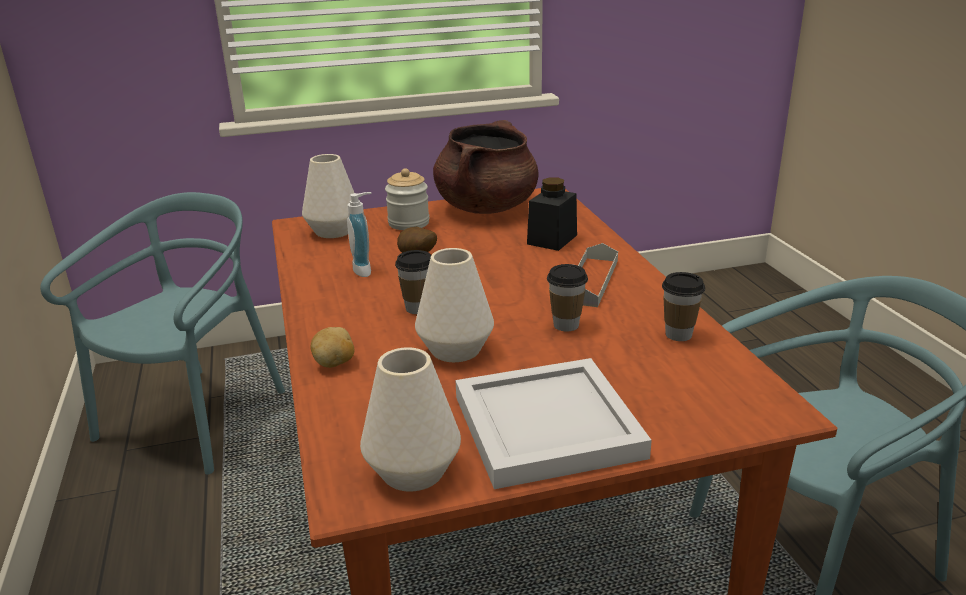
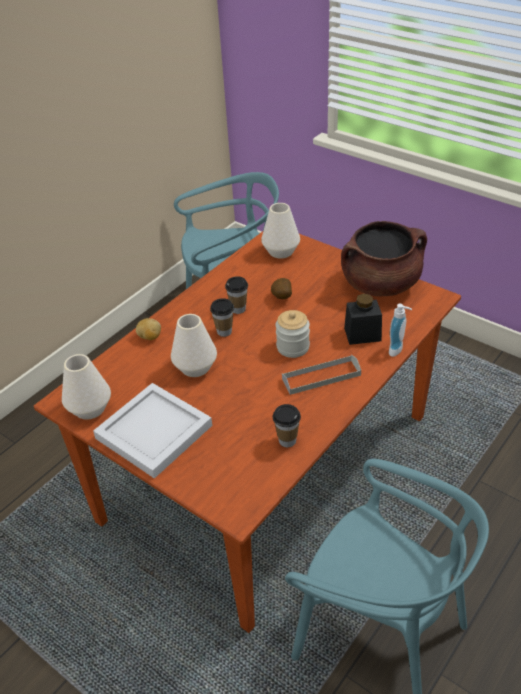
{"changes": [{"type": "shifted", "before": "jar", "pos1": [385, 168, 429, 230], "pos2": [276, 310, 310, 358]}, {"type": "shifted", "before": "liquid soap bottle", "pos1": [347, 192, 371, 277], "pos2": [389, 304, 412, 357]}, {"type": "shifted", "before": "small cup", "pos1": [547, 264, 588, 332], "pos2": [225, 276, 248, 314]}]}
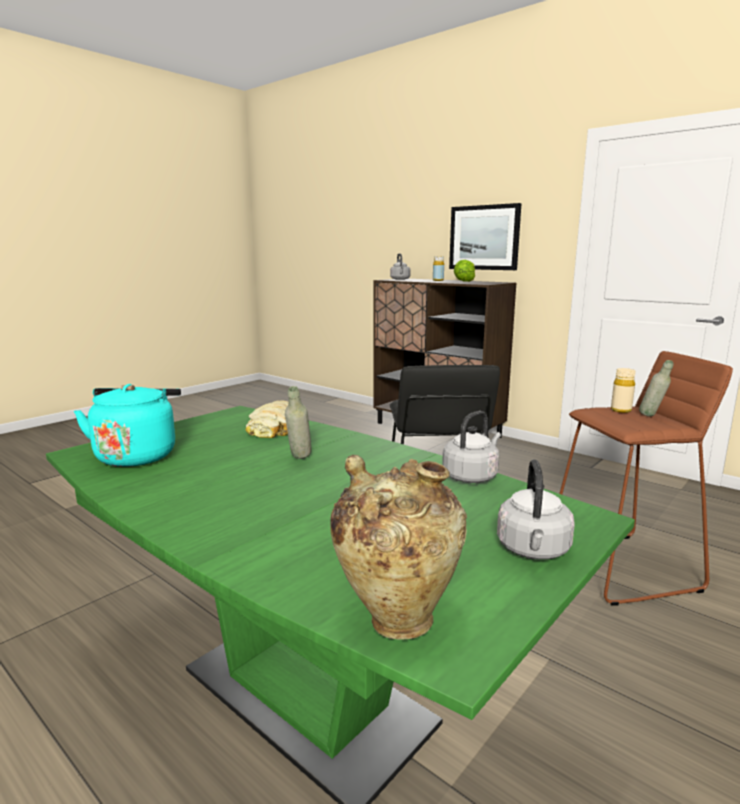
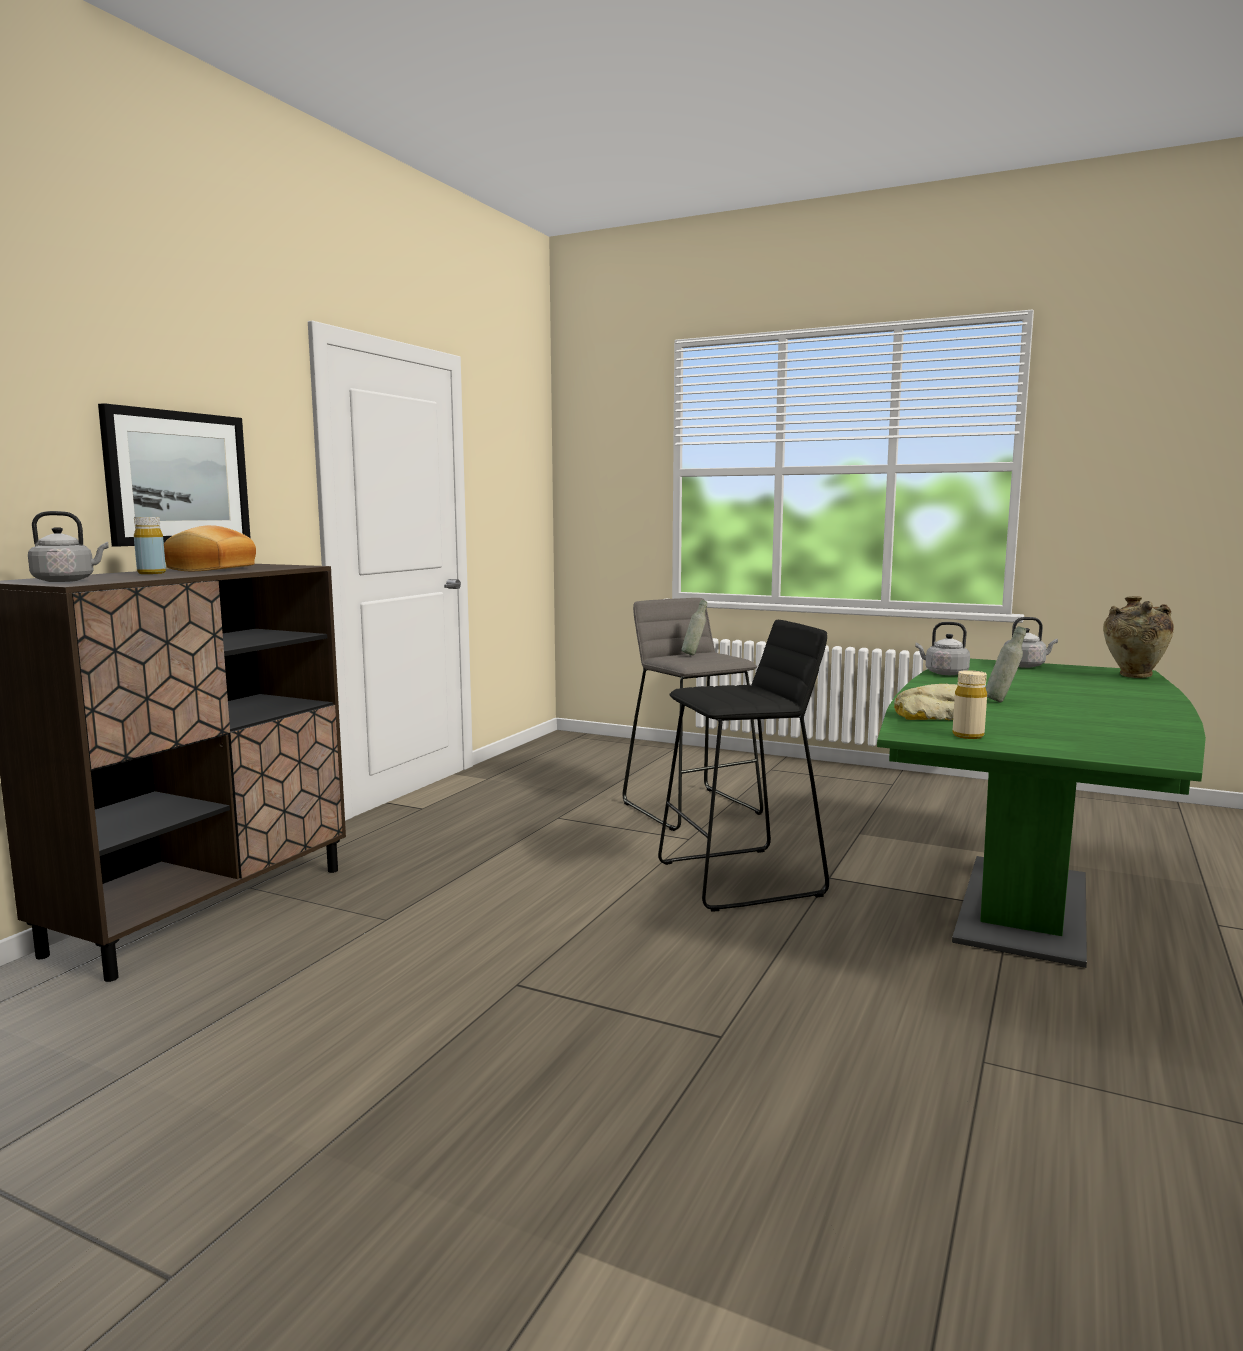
{"changes": [{"type": "swapped", "before": "lettuce", "after": "baked bread", "pos1": [454, 260, 475, 282], "pos2": [164, 525, 256, 571]}, {"type": "repainted", "before": "stool seat (brownish)", "after": "stool seat (grey)", "pos1": [559, 351, 733, 606], "pos2": [623, 598, 763, 831]}, {"type": "shifted", "before": "beverage bottle (sand-coloured)", "pos1": [611, 368, 636, 413], "pos2": [953, 670, 987, 739]}, {"type": "gone", "before": "water kettle (turquoise-coloured)", "pos1": [74, 384, 181, 467]}]}
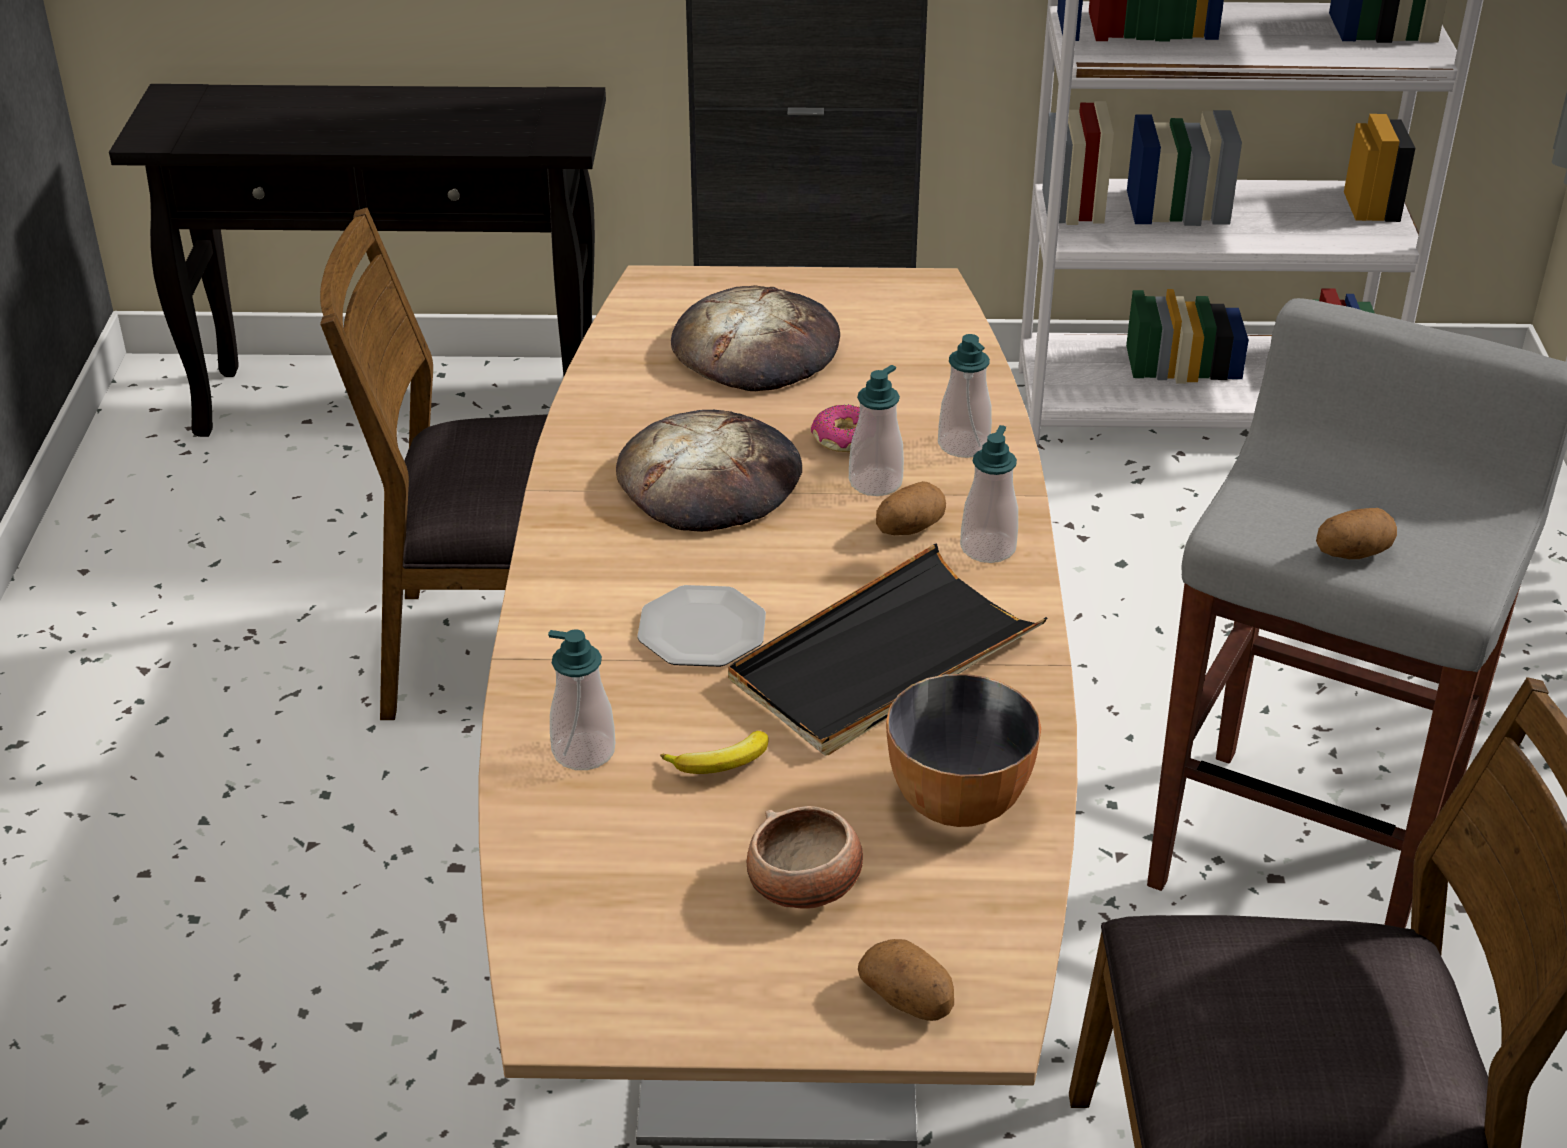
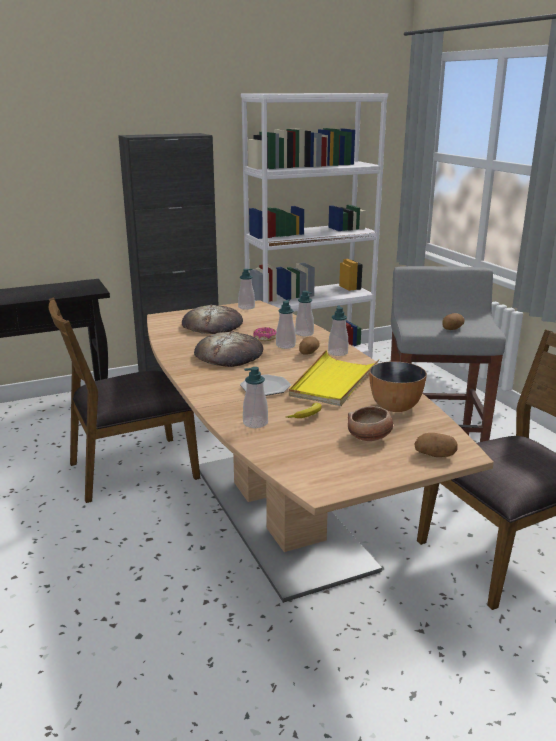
{"changes": [{"type": "repainted", "before": "carrying tray (black)", "after": "carrying tray (yellow-coloured)", "pos1": [728, 543, 1047, 756], "pos2": [289, 350, 380, 406]}, {"type": "new", "after": "liquid soap bottle", "pos2": [238, 269, 255, 310]}]}
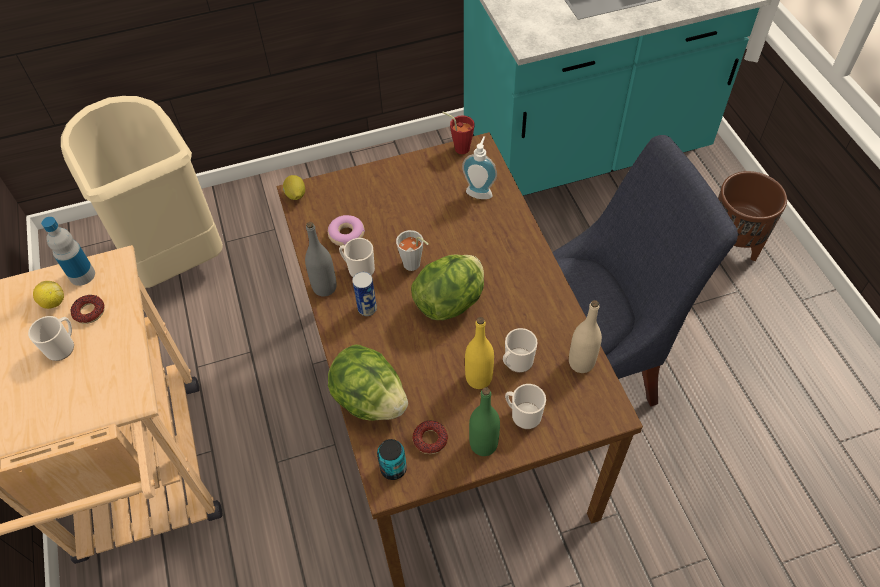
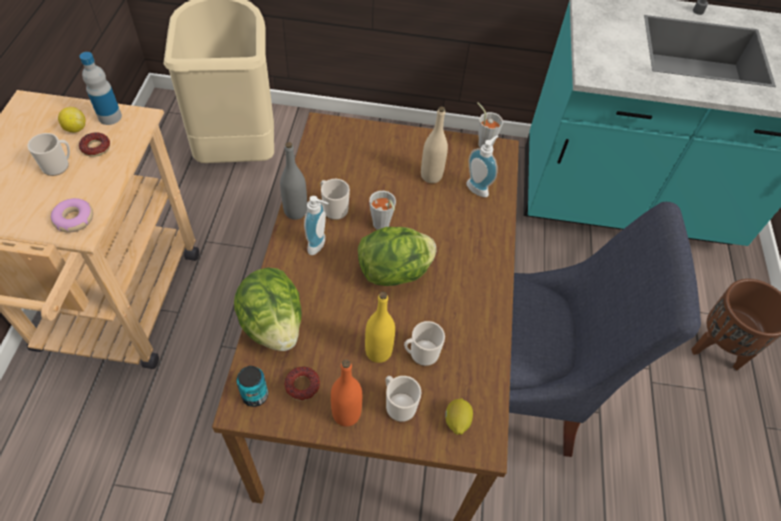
{"changes": [{"type": "repainted", "before": "small cup (red)", "after": "small cup (grey)", "pos1": [442, 112, 475, 154], "pos2": [477, 102, 503, 148]}, {"type": "shifted", "before": "whole lemon", "pos1": [283, 175, 305, 200], "pos2": [445, 398, 473, 435]}, {"type": "shifted", "before": "ring doughnut", "pos1": [328, 215, 365, 246], "pos2": [51, 198, 93, 232]}, {"type": "swapped", "before": "metal can", "after": "liquid soap bottle", "pos1": [352, 272, 377, 316], "pos2": [304, 196, 329, 255]}, {"type": "shifted", "before": "beverage bottle (sand-coloured)", "pos1": [569, 300, 602, 373], "pos2": [421, 106, 448, 183]}, {"type": "repainted", "before": "beverage bottle (green)", "after": "beverage bottle (orangey)", "pos1": [469, 387, 500, 456], "pos2": [331, 359, 362, 426]}]}
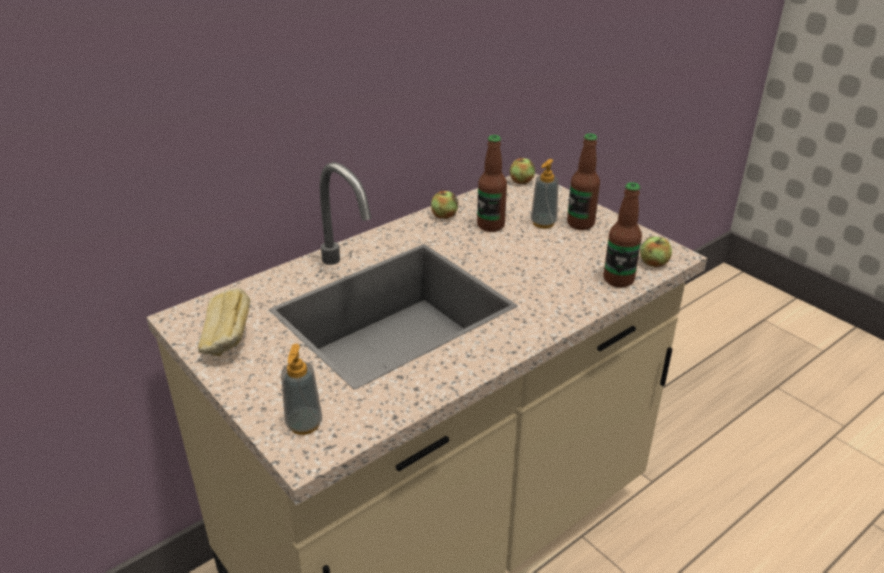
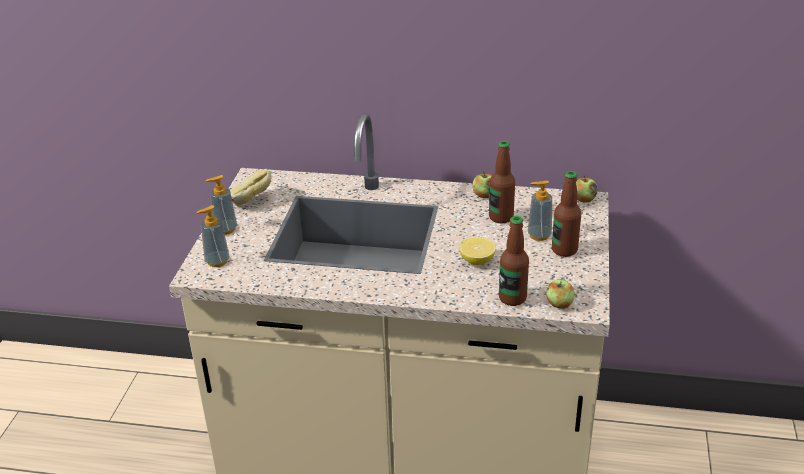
{"changes": [{"type": "new", "after": "liquid soap bottle", "pos2": [206, 175, 237, 235]}, {"type": "new", "after": "whole lemon", "pos2": [459, 237, 496, 265]}]}
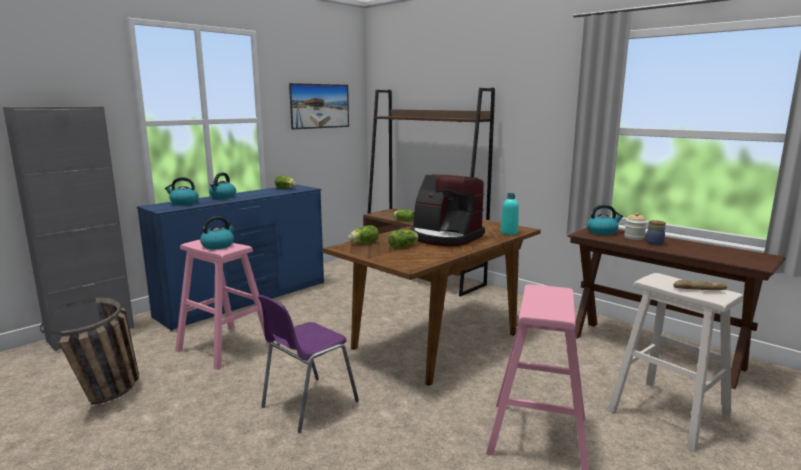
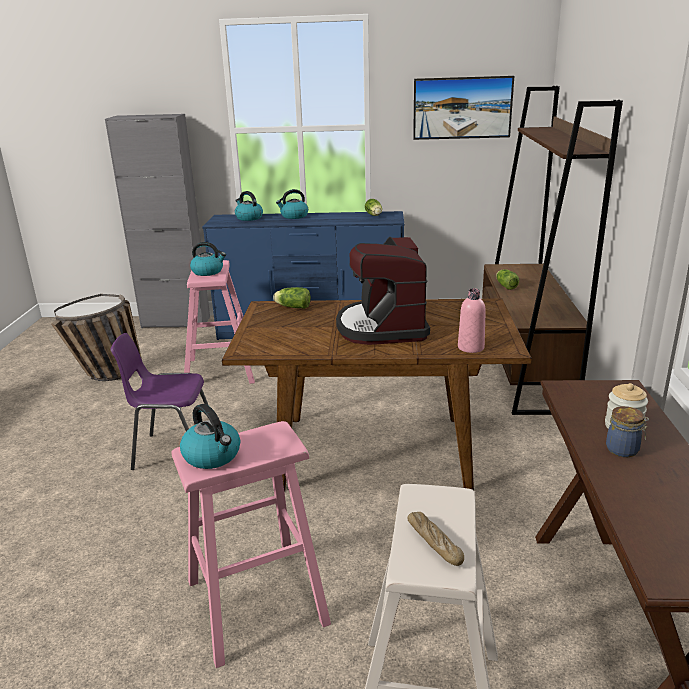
{"changes": [{"type": "repainted", "before": "beverage bottle (turquoise-coloured)", "after": "beverage bottle (pink)", "pos1": [501, 193, 519, 235], "pos2": [458, 289, 486, 353]}, {"type": "shifted", "before": "water kettle", "pos1": [587, 204, 623, 235], "pos2": [180, 404, 240, 469]}, {"type": "gone", "before": "lettuce", "pos1": [389, 230, 419, 249]}]}
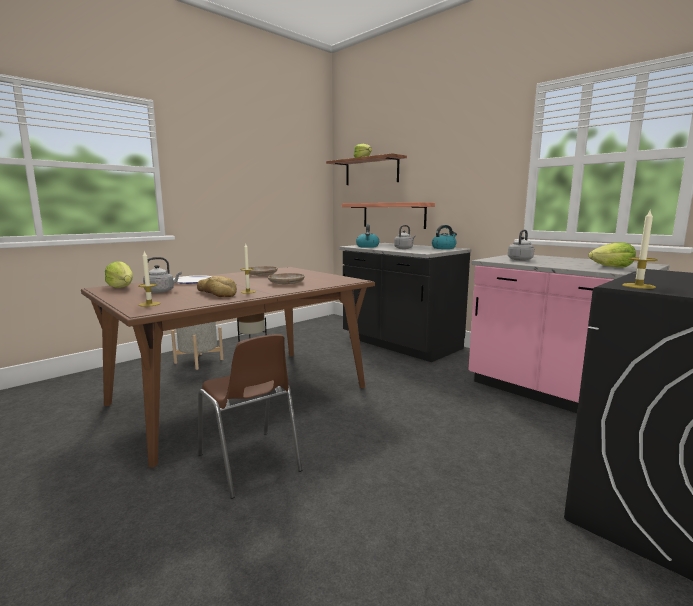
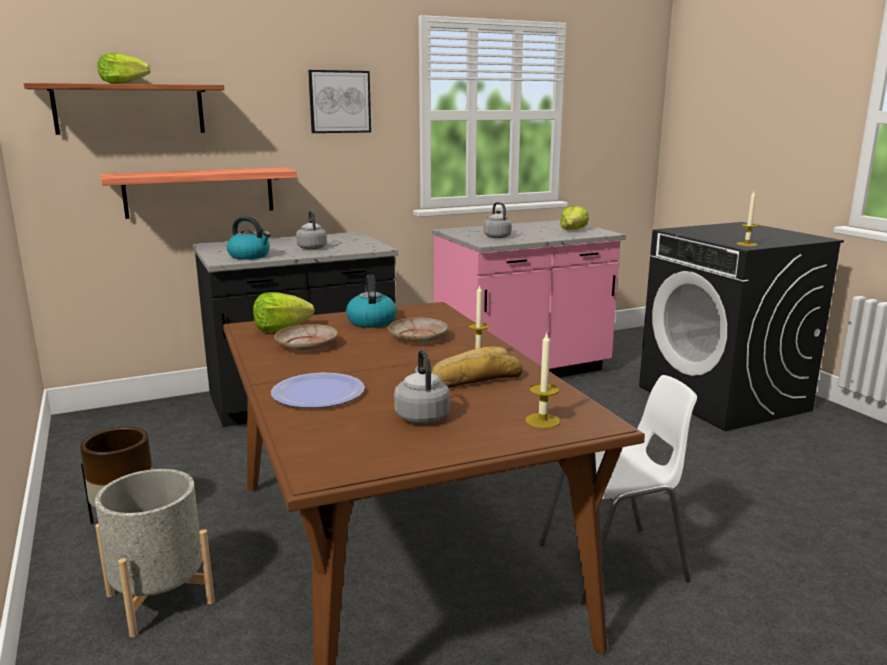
{"changes": [{"type": "shifted", "before": "water kettle", "pos1": [432, 225, 457, 249], "pos2": [346, 275, 397, 328]}, {"type": "shifted", "before": "lettuce", "pos1": [105, 261, 133, 288], "pos2": [253, 292, 315, 332]}, {"type": "repainted", "before": "plain chair (brownish)", "after": "plain chair (whitish)", "pos1": [198, 334, 302, 499], "pos2": [539, 375, 697, 605]}, {"type": "new", "after": "wall art", "pos2": [308, 70, 371, 133]}]}
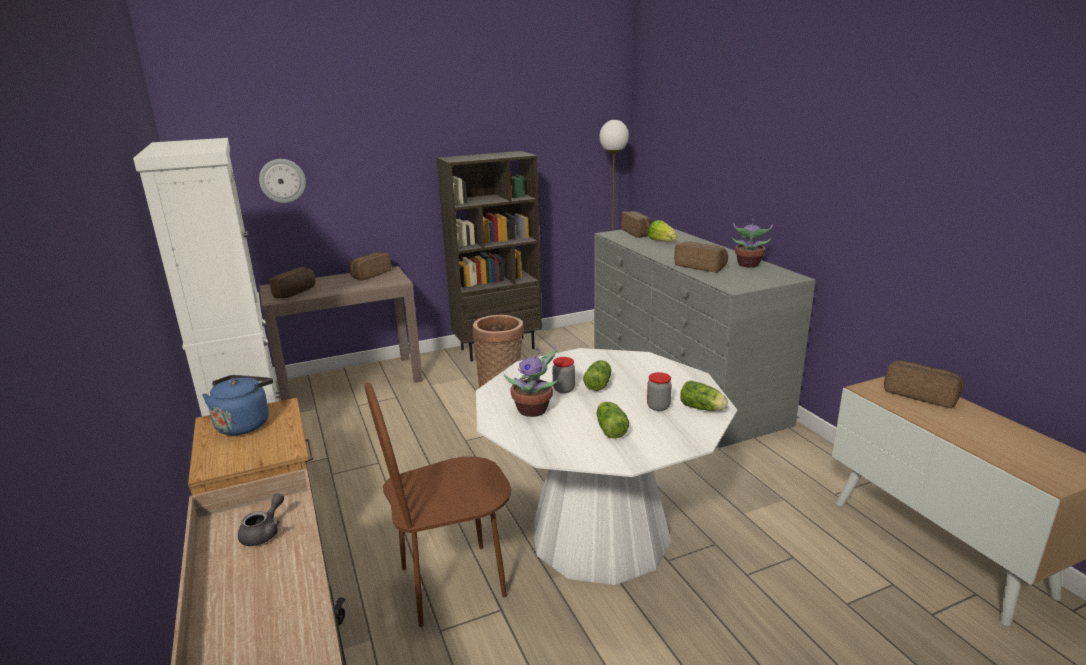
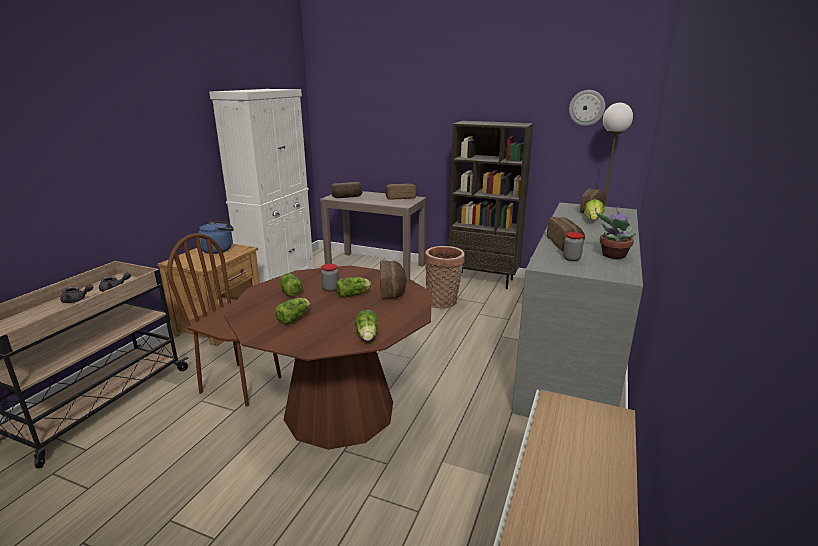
{"changes": [{"type": "shifted", "before": "clock on the wall", "pos1": [259, 159, 306, 203], "pos2": [569, 90, 605, 126]}, {"type": "swapped", "before": "houseplant", "after": "lettuce", "pos1": [504, 344, 558, 417], "pos2": [280, 273, 303, 297]}, {"type": "repainted", "before": "dining table (whitish)", "after": "dining table (brownish)", "pos1": [476, 348, 737, 585], "pos2": [223, 265, 432, 450]}, {"type": "shifted", "before": "baked bread", "pos1": [884, 360, 964, 408], "pos2": [380, 260, 407, 299]}, {"type": "shifted", "before": "jar", "pos1": [647, 372, 672, 411], "pos2": [563, 232, 584, 261]}, {"type": "new", "after": "teapot (grey)", "pos2": [60, 284, 94, 303]}]}
